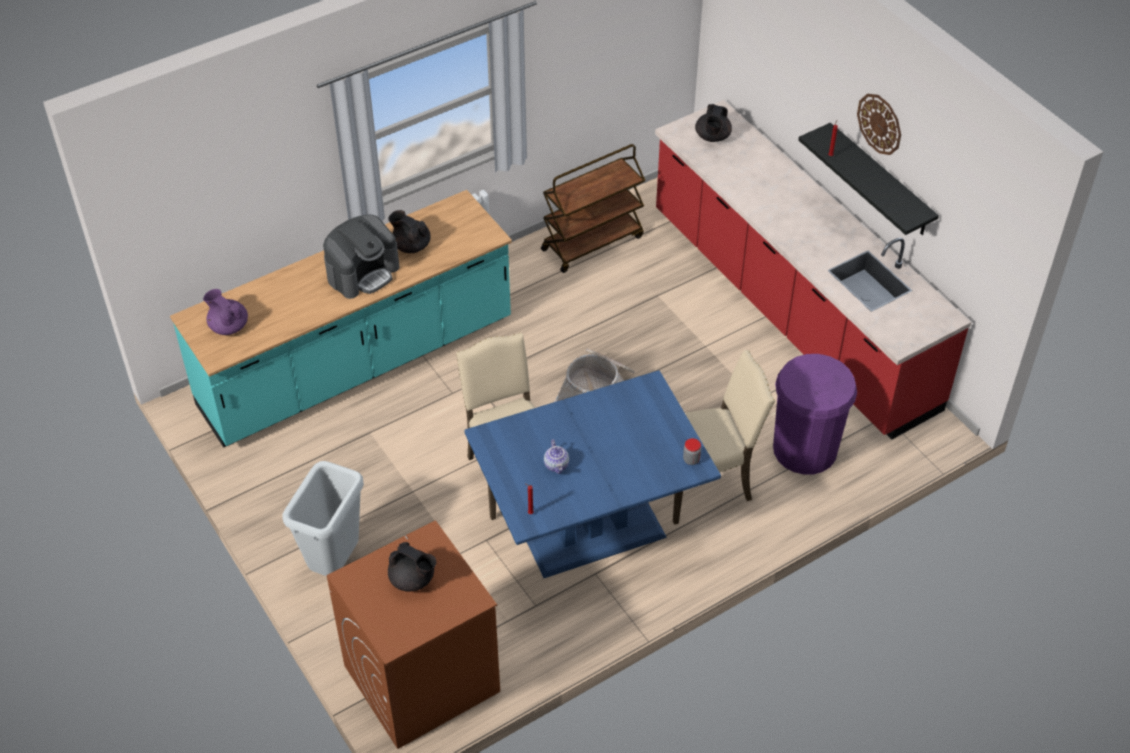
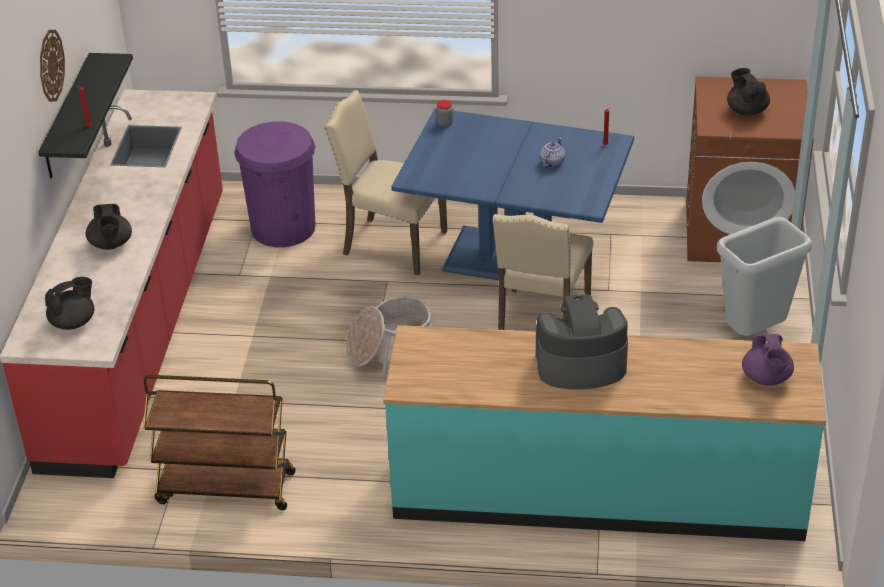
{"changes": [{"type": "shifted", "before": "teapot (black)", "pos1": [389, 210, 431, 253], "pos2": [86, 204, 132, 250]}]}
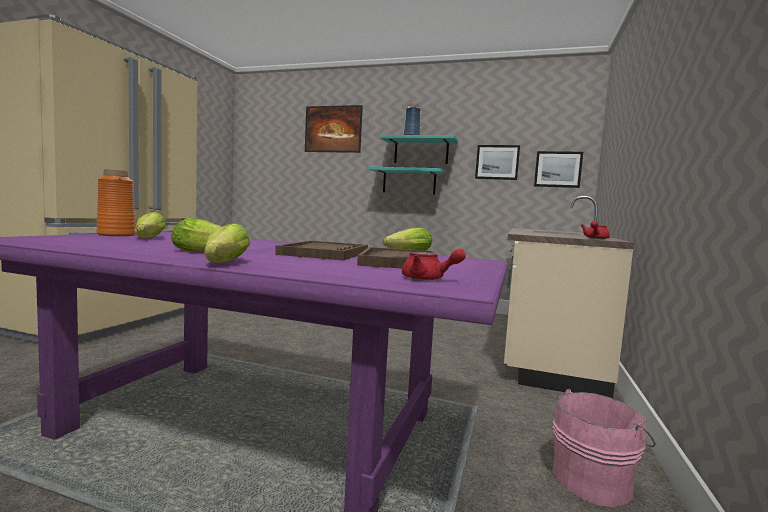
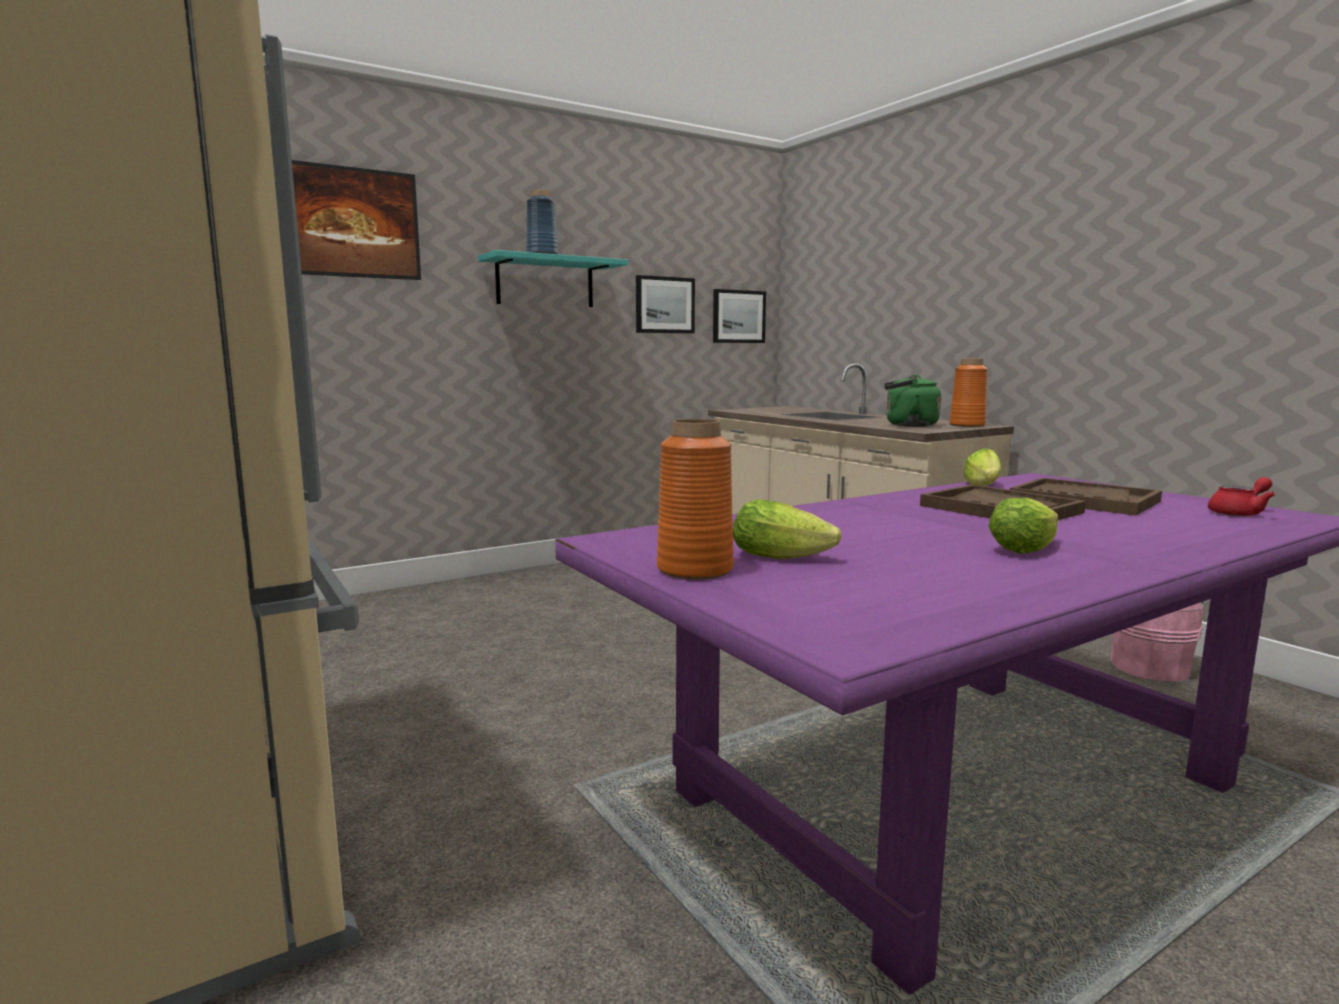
{"changes": [{"type": "gone", "before": "shelf (turquoise-coloured)", "pos1": [368, 167, 445, 195]}, {"type": "swapped", "before": "teapot (red)", "after": "decorative vase (orangey)", "pos1": [581, 221, 610, 239], "pos2": [949, 359, 988, 427]}, {"type": "gone", "before": "lettuce", "pos1": [204, 223, 250, 263]}, {"type": "new", "after": "water kettle (green)", "pos2": [884, 375, 941, 427]}]}
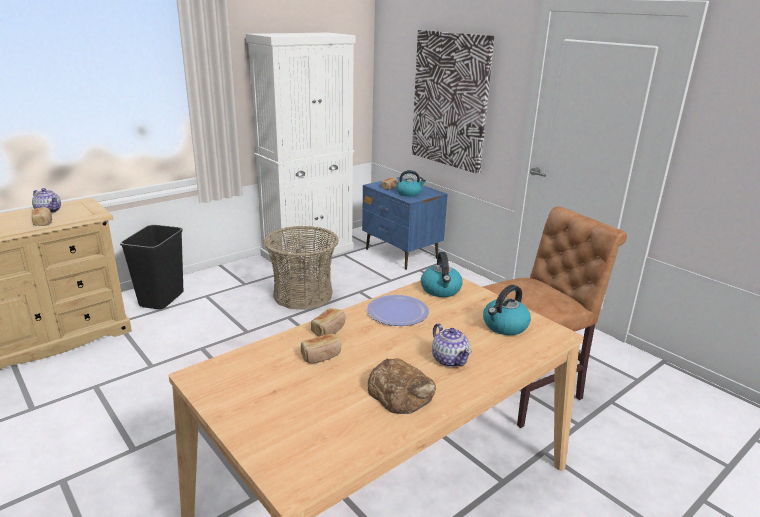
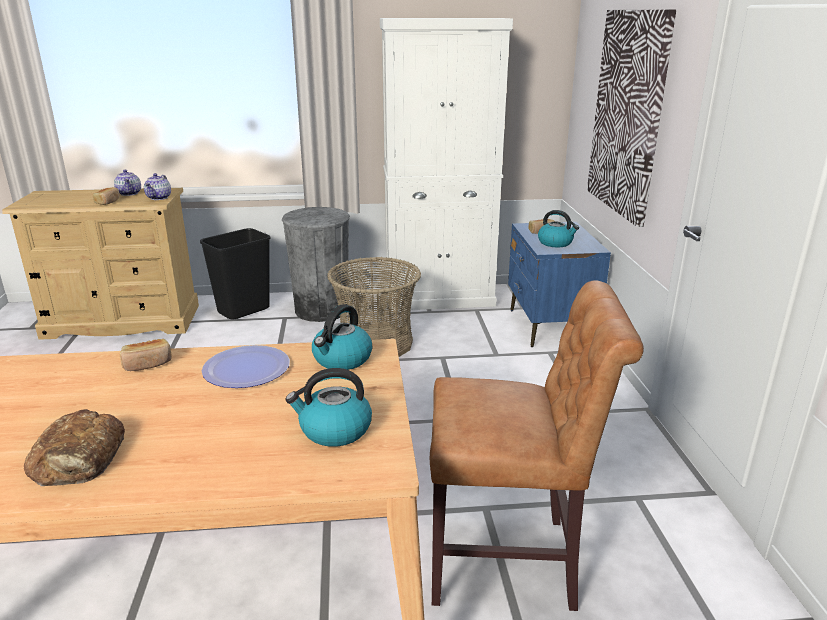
{"changes": [{"type": "shifted", "before": "teapot", "pos1": [432, 323, 472, 367], "pos2": [144, 173, 171, 200]}, {"type": "gone", "before": "baked bread", "pos1": [301, 333, 341, 364]}, {"type": "new", "after": "waste bin (grey)", "pos2": [282, 207, 350, 322]}]}
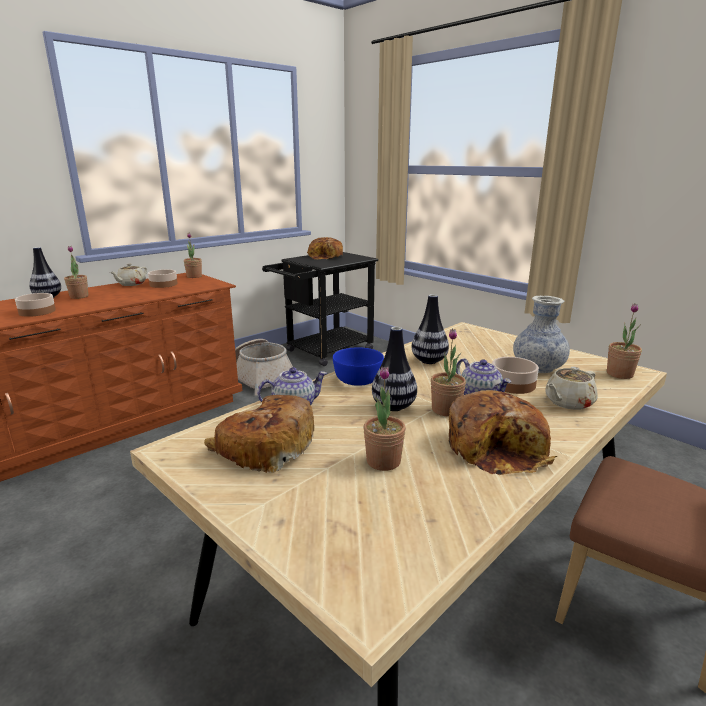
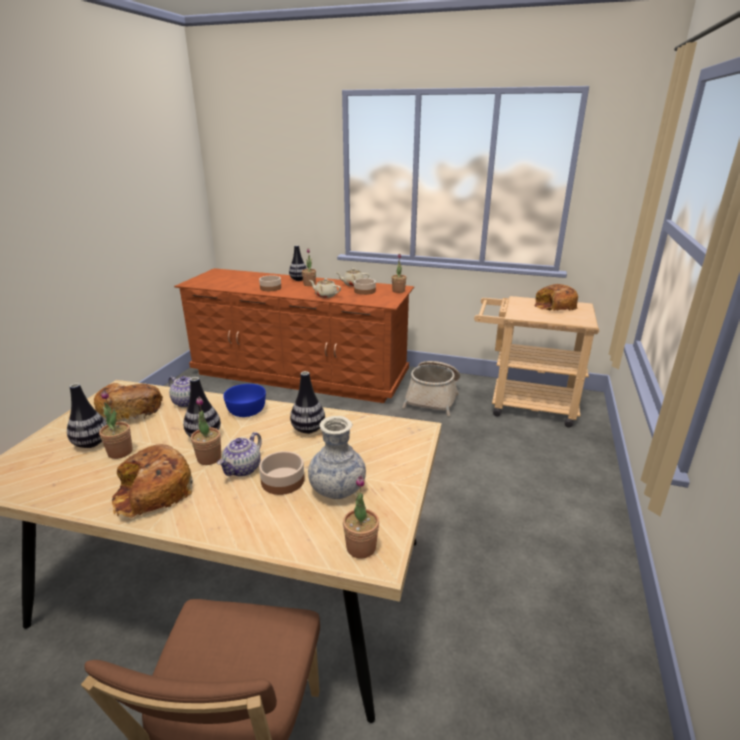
{"changes": [{"type": "repainted", "before": "trolley (black)", "after": "trolley (sand-coloured)", "pos1": [262, 252, 378, 366], "pos2": [474, 296, 599, 428]}, {"type": "shifted", "before": "teapot (sand-coloured)", "pos1": [545, 367, 598, 410], "pos2": [309, 279, 341, 298]}, {"type": "new", "after": "decorative vase", "pos2": [67, 383, 107, 448]}]}
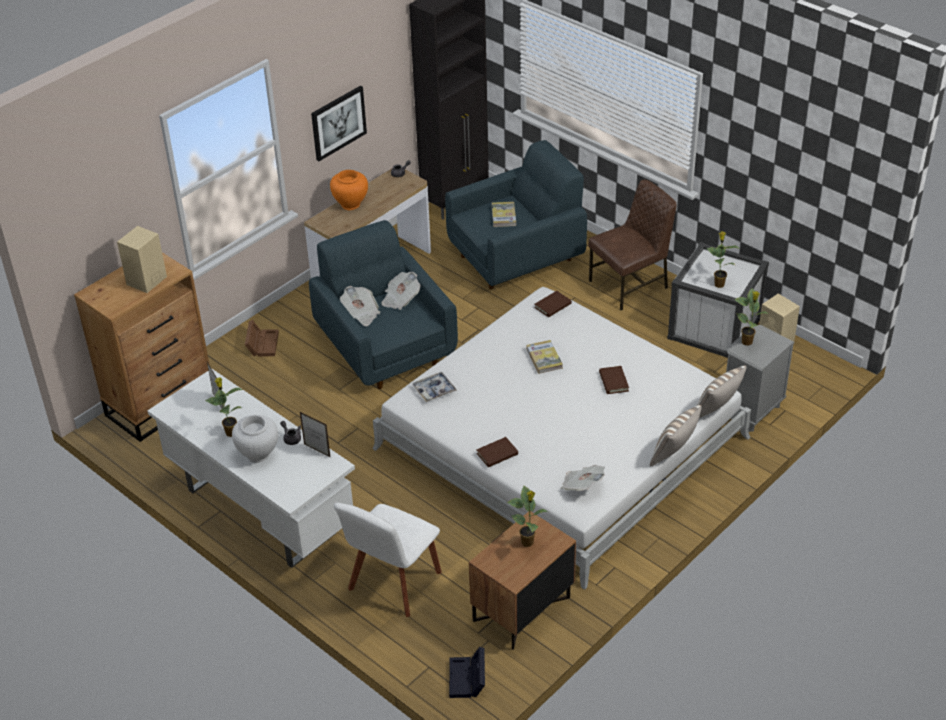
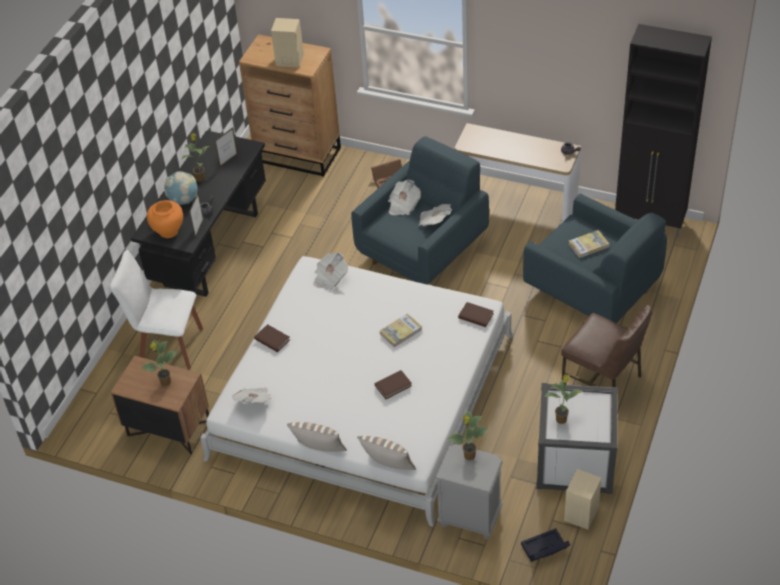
{"changes": [{"type": "gone", "before": "wall art", "pos1": [311, 86, 367, 161]}, {"type": "shifted", "before": "decorative vase (orangey)", "pos1": [330, 170, 368, 210], "pos2": [147, 200, 183, 238]}, {"type": "repainted", "before": "desk (whitish)", "after": "desk (black)", "pos1": [147, 368, 355, 568], "pos2": [131, 130, 266, 297]}, {"type": "swapped", "before": "carrying tray", "after": "newspaper", "pos1": [412, 372, 457, 402], "pos2": [313, 253, 348, 290]}, {"type": "swapped", "before": "decorative vase (whitish)", "after": "desk globe", "pos1": [232, 415, 278, 463], "pos2": [164, 171, 198, 205]}, {"type": "shifted", "before": "storage container (black)", "pos1": [449, 647, 485, 698], "pos2": [521, 528, 570, 562]}]}
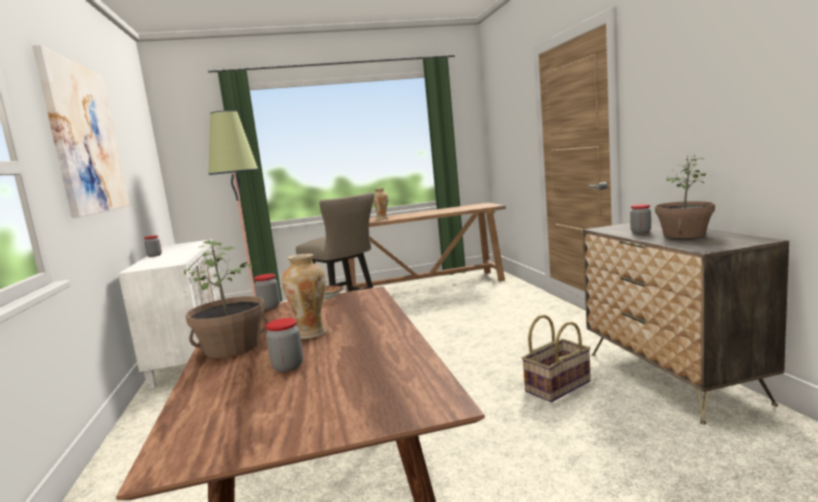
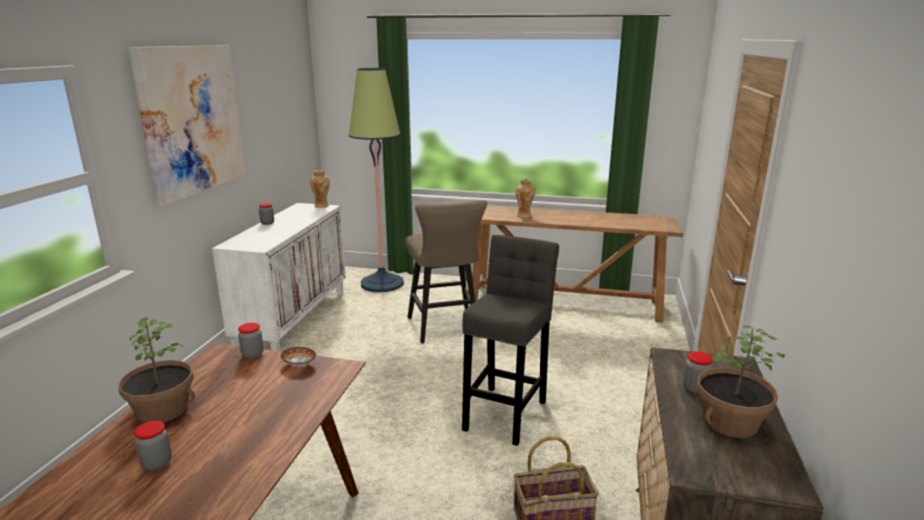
{"changes": [{"type": "shifted", "before": "decorative vase", "pos1": [282, 254, 326, 339], "pos2": [310, 170, 330, 208]}, {"type": "new", "after": "stool seat (grey)", "pos2": [462, 235, 559, 446]}]}
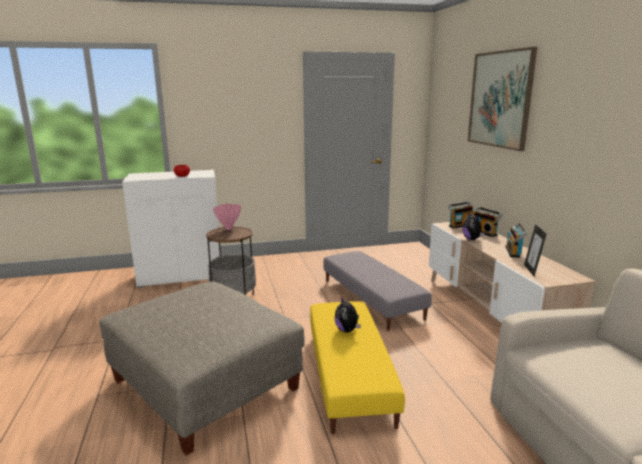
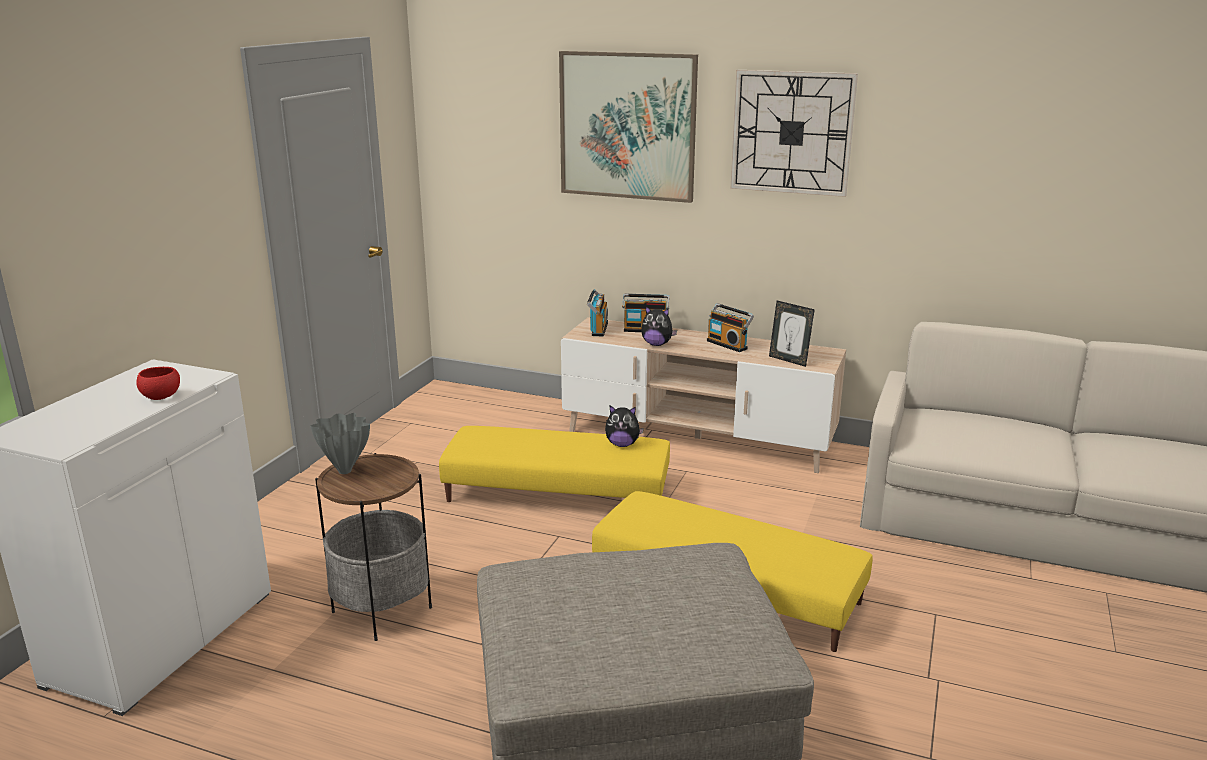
{"changes": [{"type": "repainted", "before": "decorative vase (pink)", "after": "decorative vase (grey)", "pos1": [213, 203, 241, 230], "pos2": [310, 413, 370, 474]}, {"type": "repainted", "before": "pouffe (grey)", "after": "pouffe (yellow-coloured)", "pos1": [323, 251, 432, 330], "pos2": [439, 426, 670, 502]}, {"type": "shifted", "before": "cuddly toy", "pos1": [335, 297, 361, 333], "pos2": [605, 406, 644, 447]}, {"type": "new", "after": "clock on the wall", "pos2": [730, 70, 858, 197]}]}
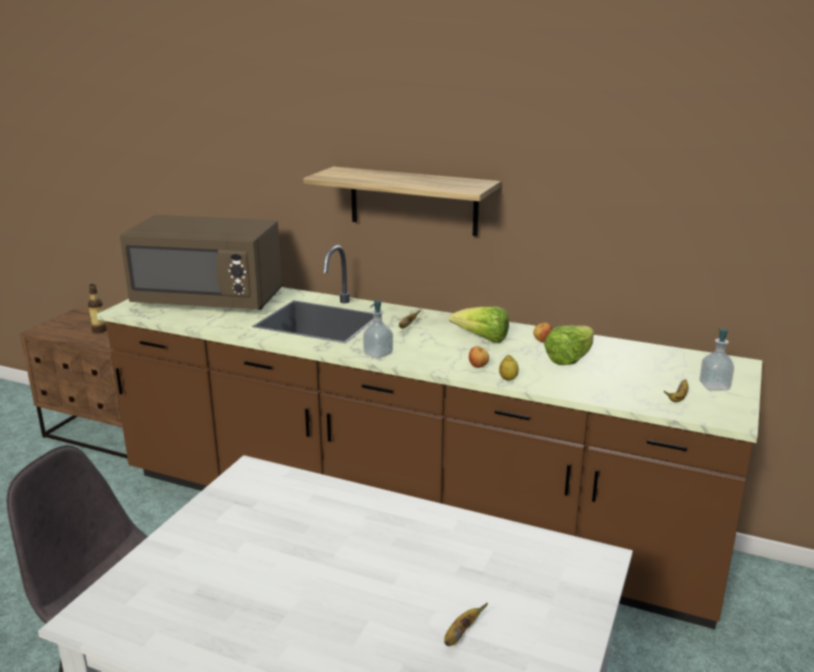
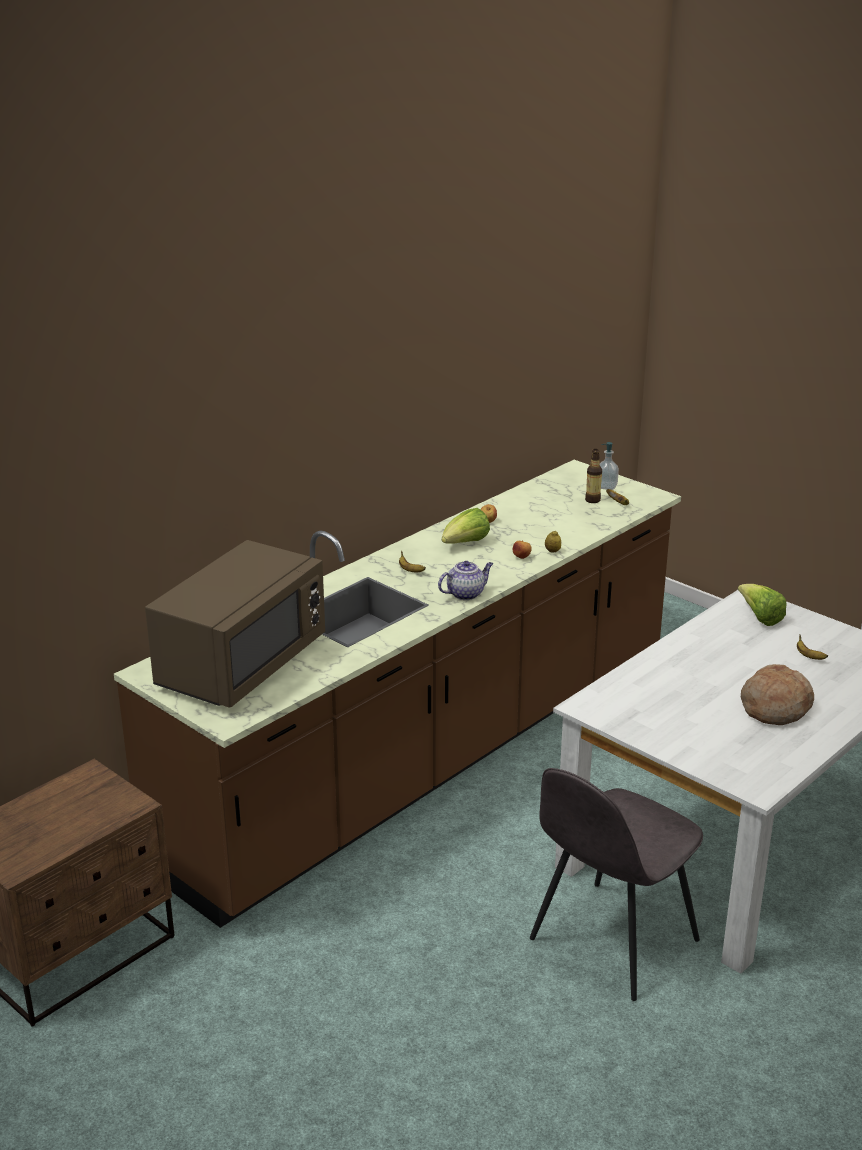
{"changes": [{"type": "gone", "before": "shelf", "pos1": [303, 166, 500, 236]}, {"type": "shifted", "before": "beverage bottle", "pos1": [88, 284, 107, 333], "pos2": [585, 449, 602, 503]}, {"type": "swapped", "before": "liquid soap bottle", "after": "teapot", "pos1": [363, 300, 393, 359], "pos2": [438, 561, 493, 600]}, {"type": "shifted", "before": "lettuce", "pos1": [544, 326, 594, 365], "pos2": [738, 584, 787, 626]}, {"type": "new", "after": "baked bread", "pos2": [741, 664, 814, 725]}]}
